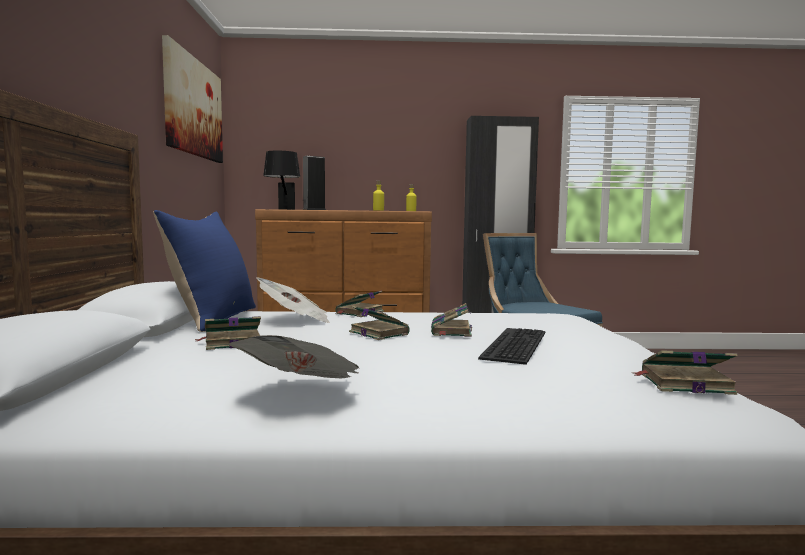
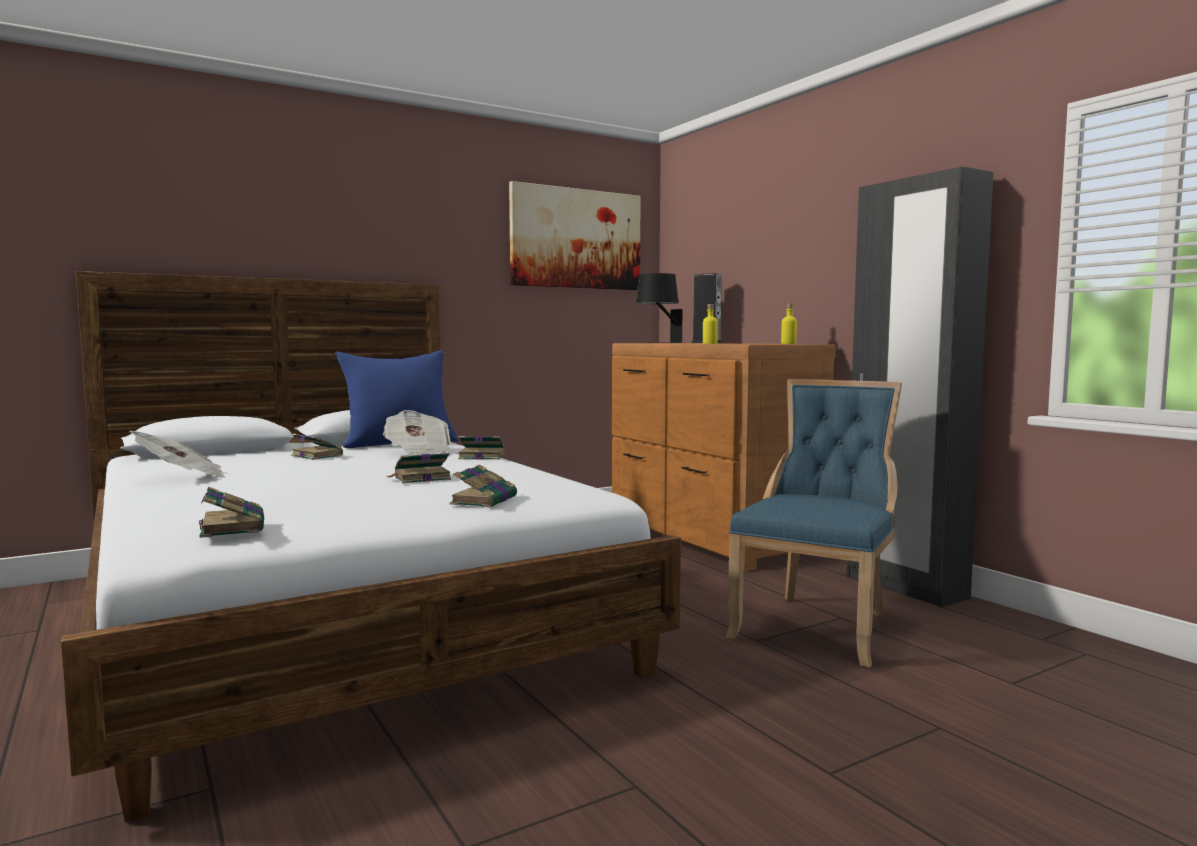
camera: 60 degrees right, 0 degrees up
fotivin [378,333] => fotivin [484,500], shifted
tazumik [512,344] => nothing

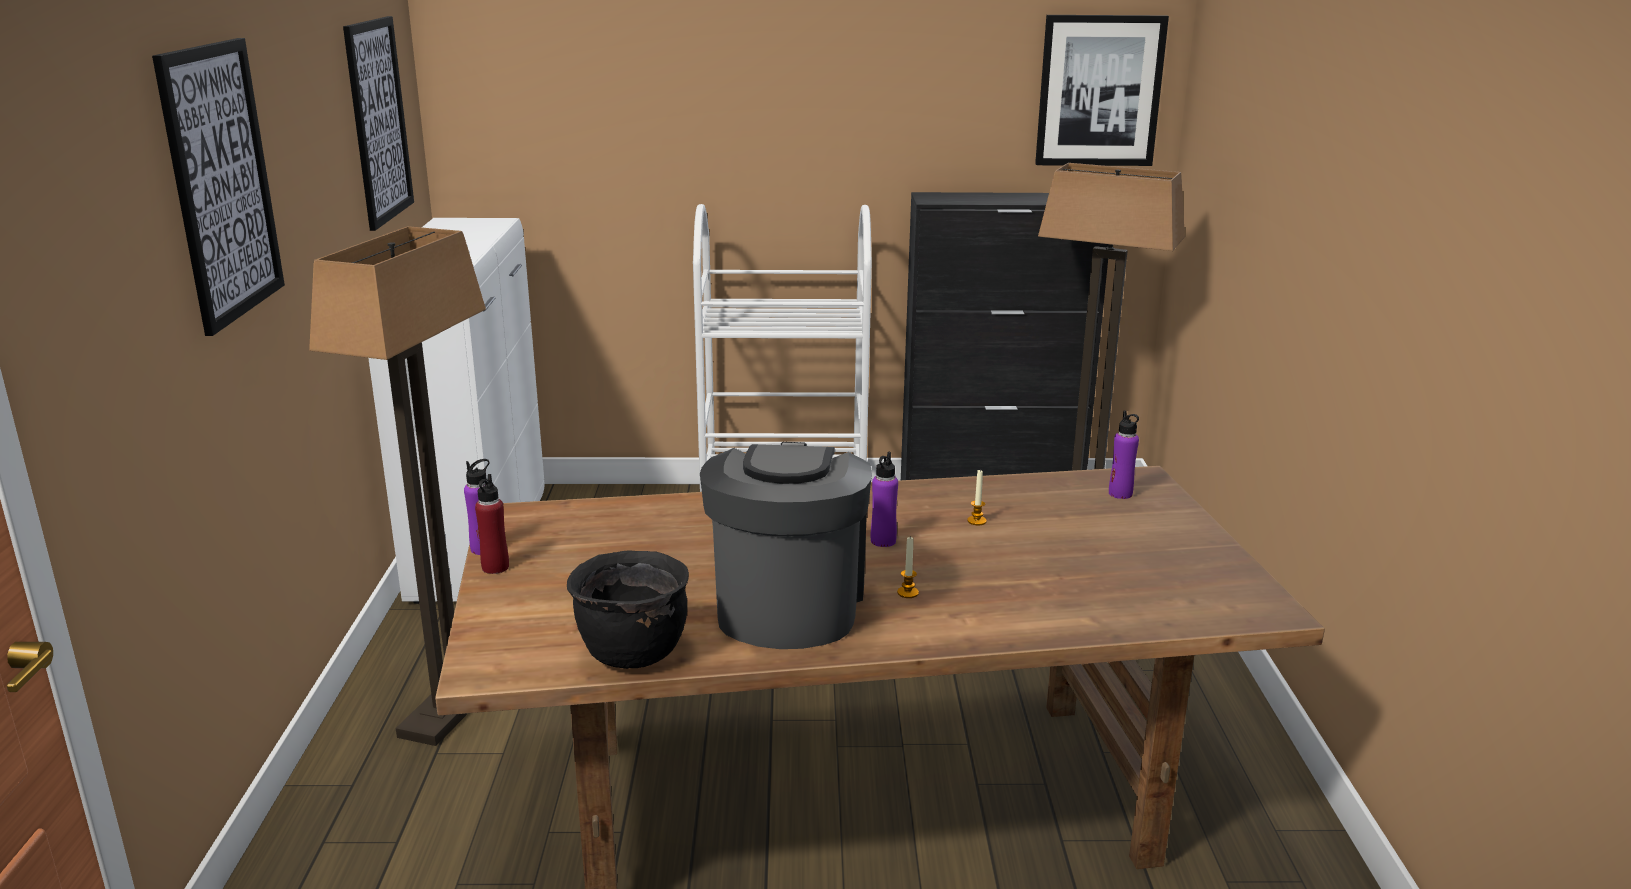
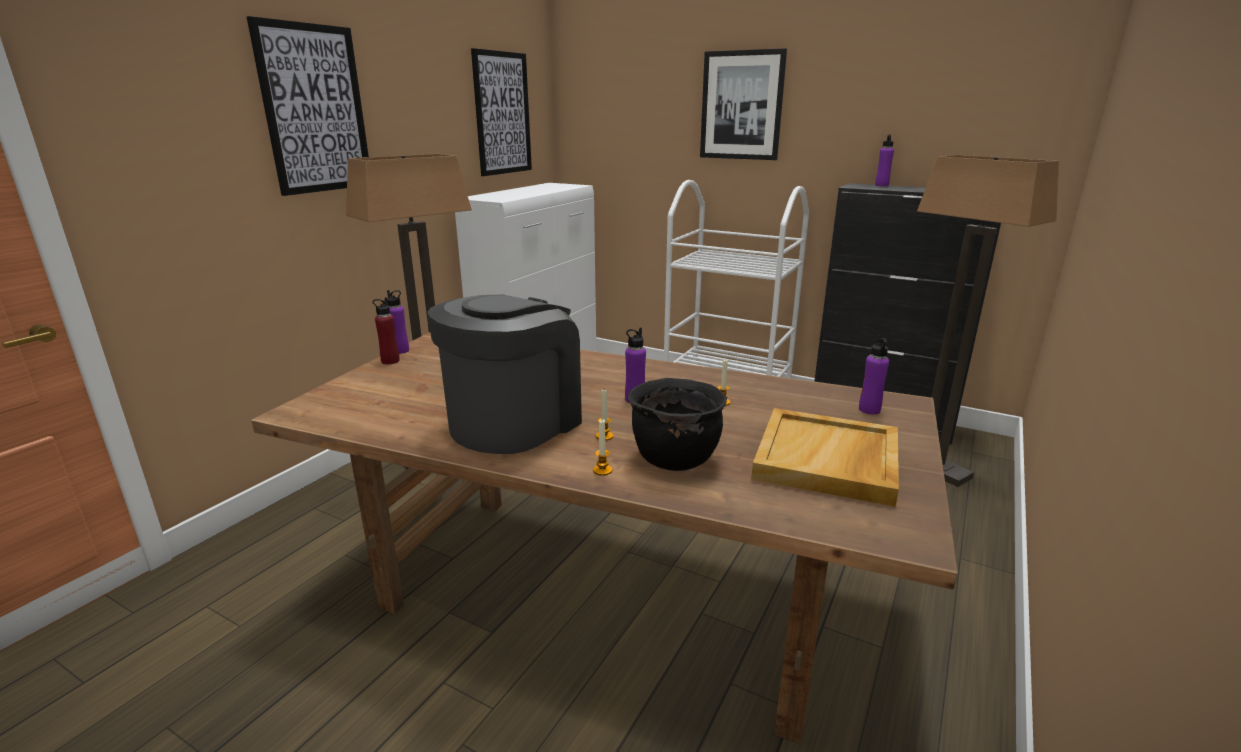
camera: 30 degrees right, 0 degrees up
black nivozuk [632,652] => black nivozuk [674,458], shifted
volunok [1099,91] => volunok [741,105], shifted
nothing => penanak [602,470]
nothing => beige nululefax [828,460]
nothing => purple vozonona [881,185]

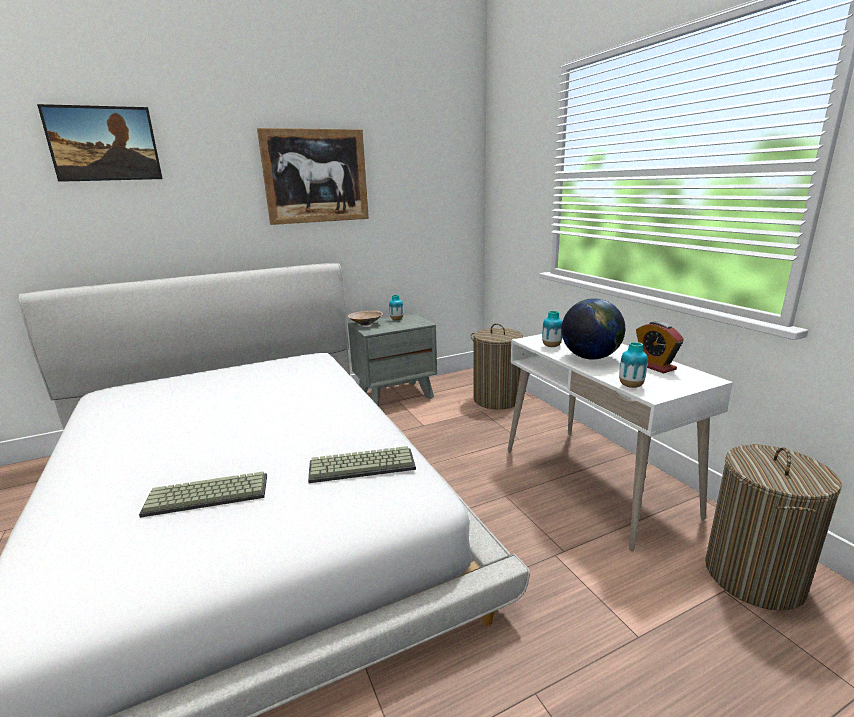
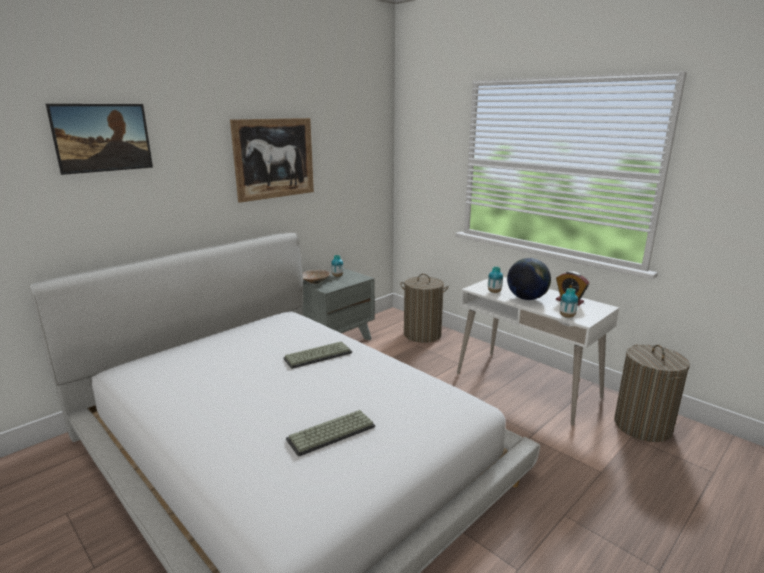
camera: 20 degrees left, 0 degrees up
tazumik [363,465] => tazumik [318,355], shifted

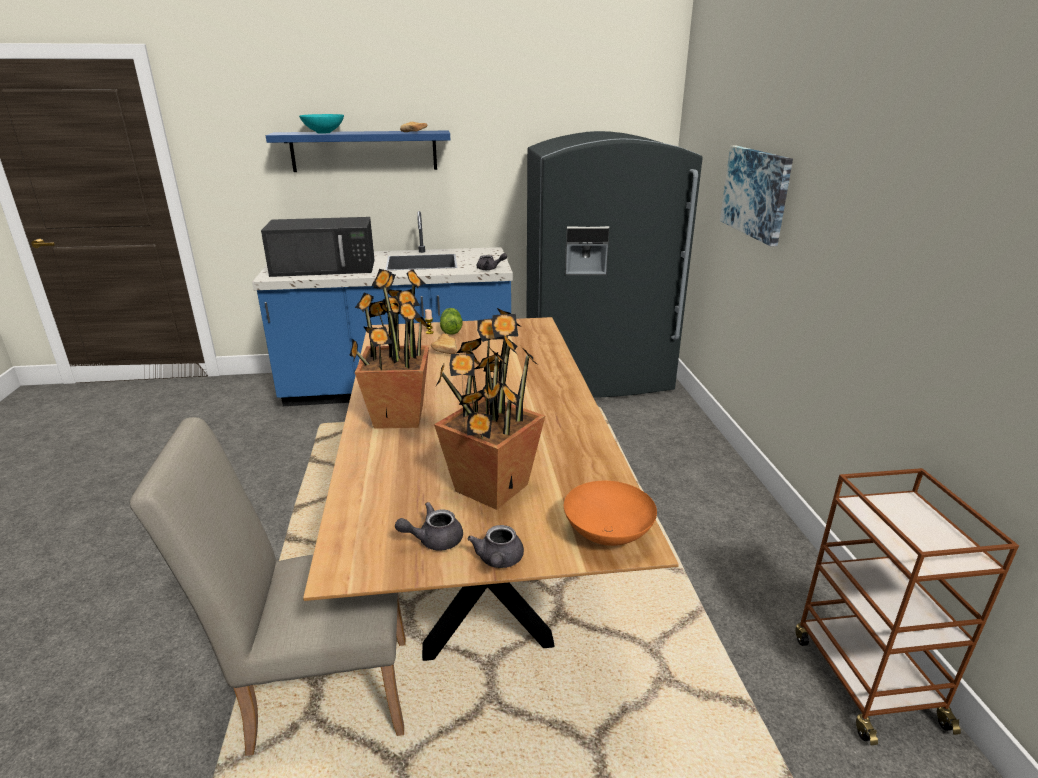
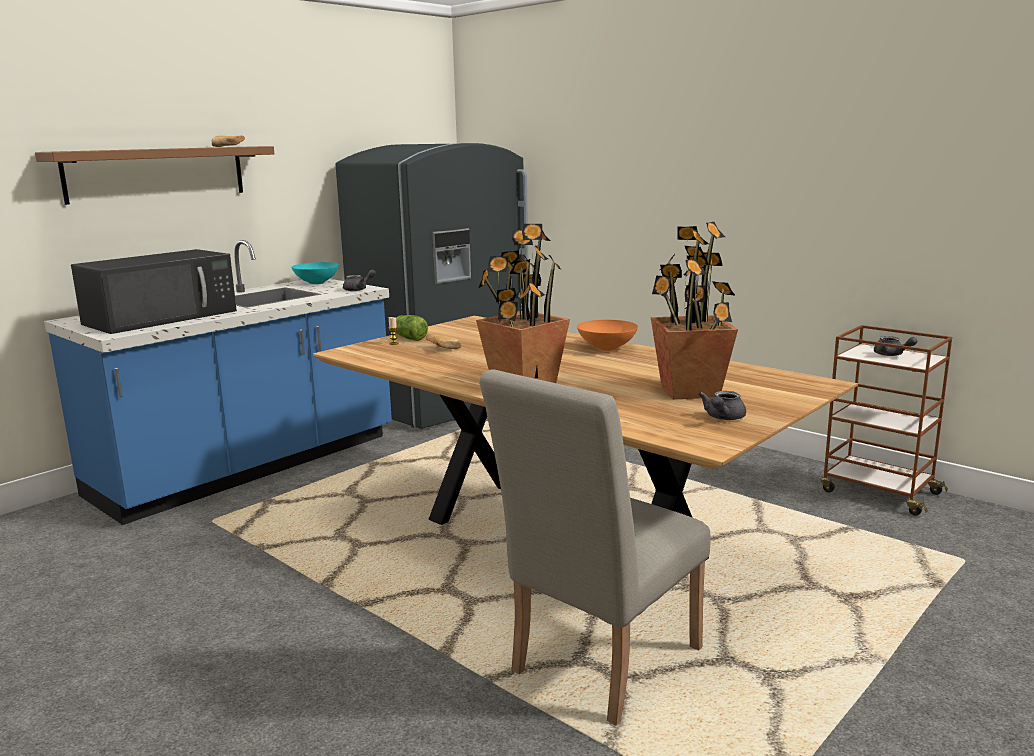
camera: 40 degrees left, 10 degrees down
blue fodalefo [364,151] => brown fodalefo [157,173]
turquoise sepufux [323,133] => turquoise sepufux [317,283], shifted
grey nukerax [498,561] => grey nukerax [891,355], shifted
orange sepufux [606,534] => orange sepufux [606,348], shifted
volunok [756,193] => nothing

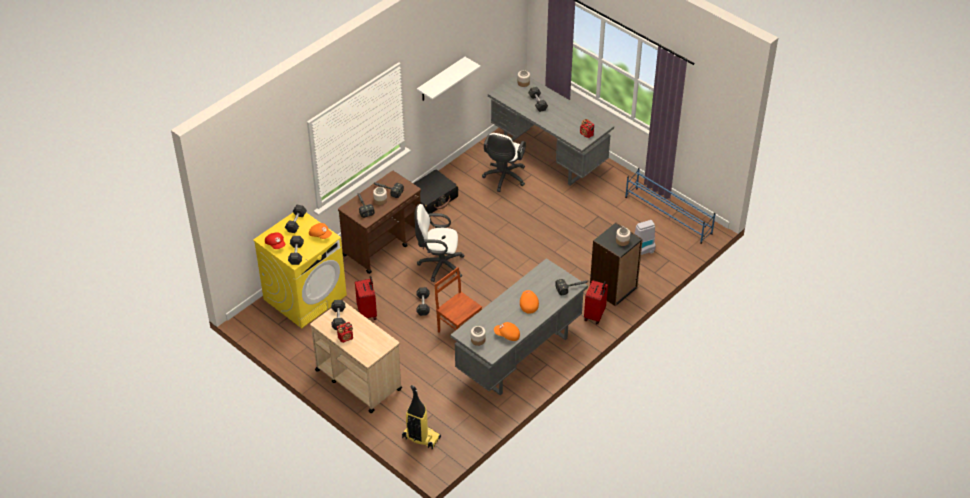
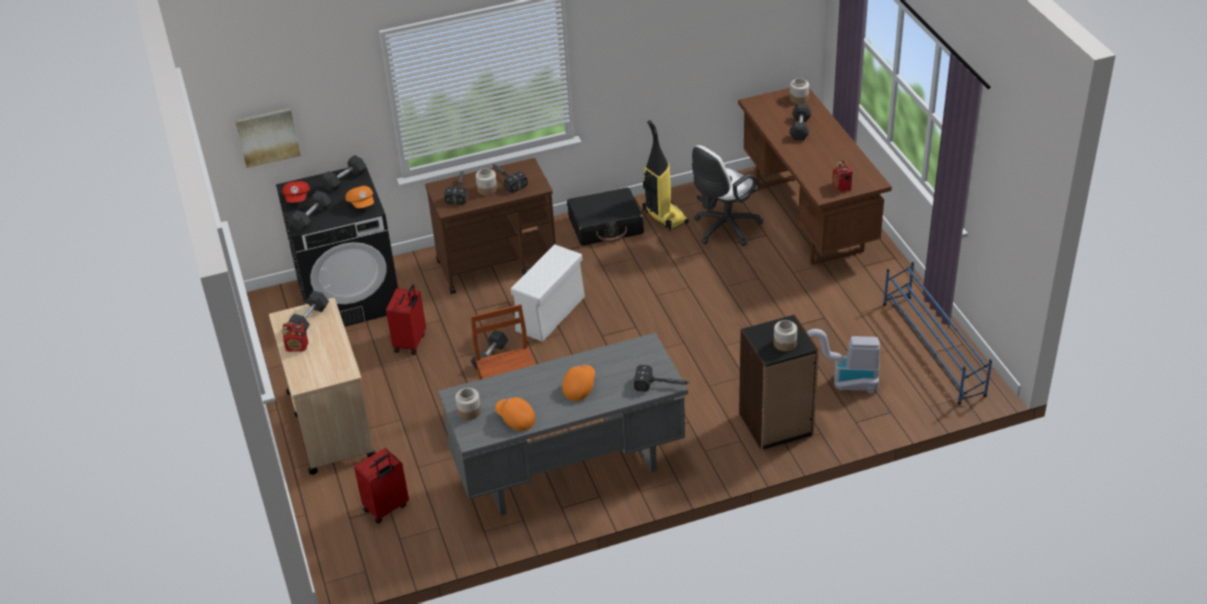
camera: 30 degrees right, 5 degrees down
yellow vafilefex [305,297] => black vafilefex [350,297]
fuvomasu [420,438] => fuvomasu [664,217], shifted
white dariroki [439,265] => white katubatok [551,313]
white fodalefo [441,80] => nothing
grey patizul [549,156] => brown patizul [809,218]
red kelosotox [595,315] => red kelosotox [386,508], shifted
nothing => volunok [267,136]

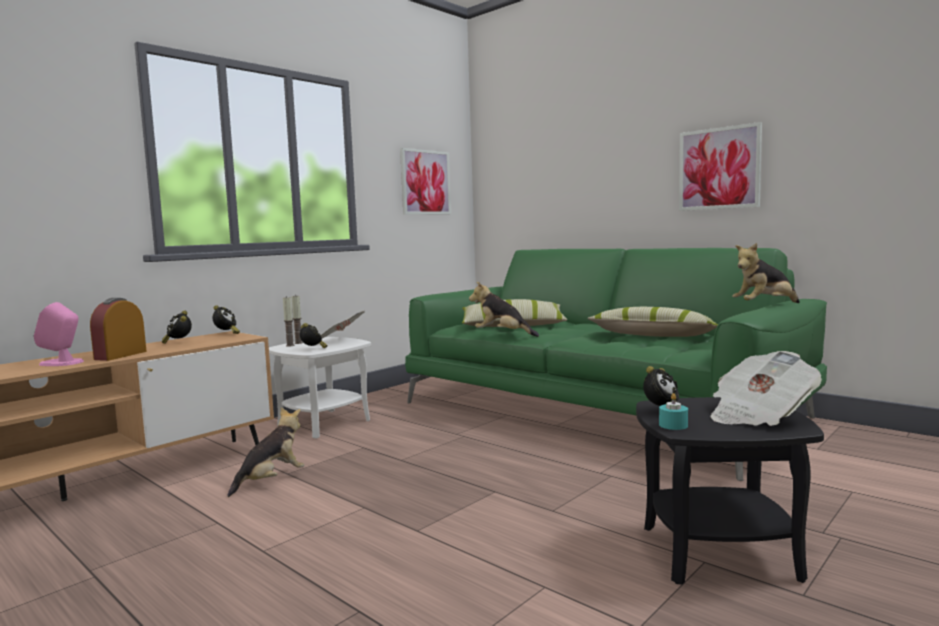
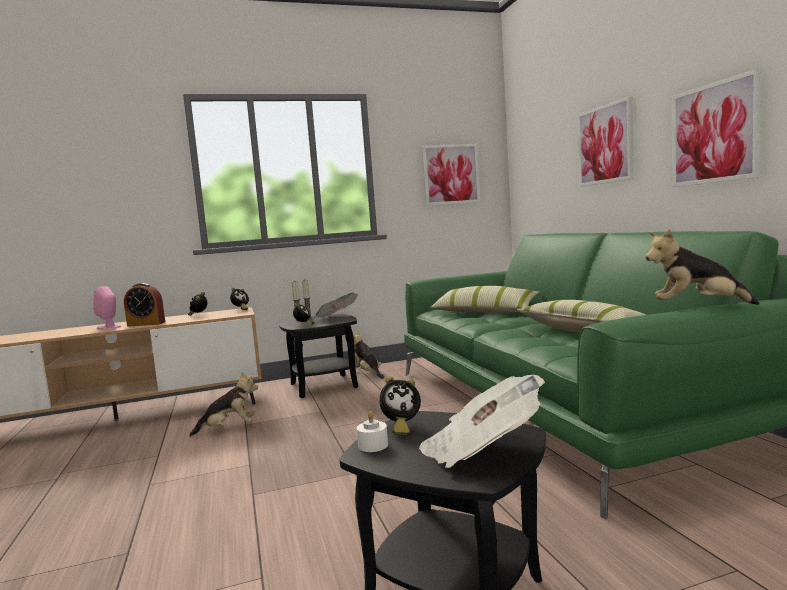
camera: 30 degrees right, 0 degrees up
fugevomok [120,355] => fugevomok [146,324], 135 degrees counterclockwise
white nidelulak [324,423] => black nidelulak [324,386]
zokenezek [502,335] => zokenezek [367,373], shifted
turquoise penanak [673,425] => white penanak [373,445]
nothing => volunok [605,144]

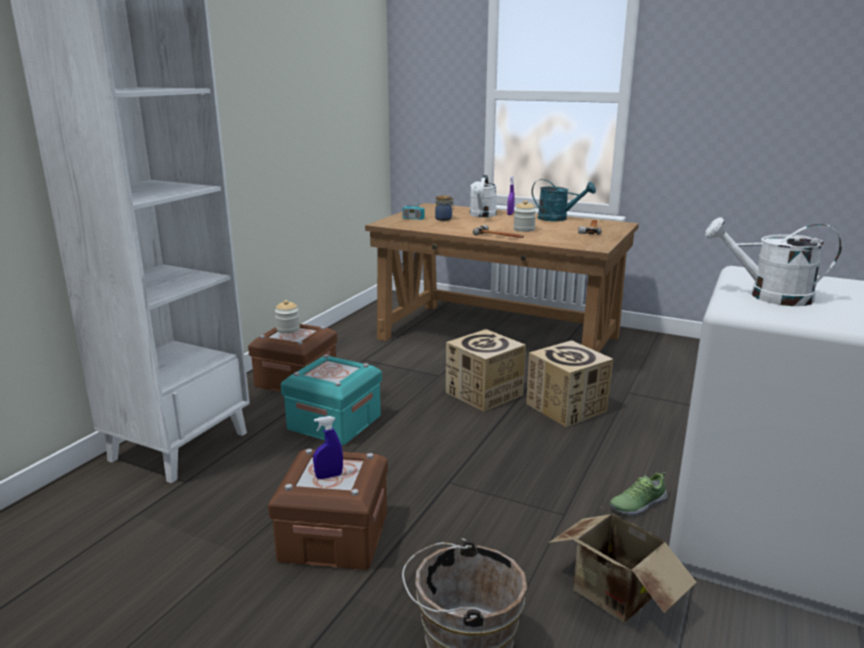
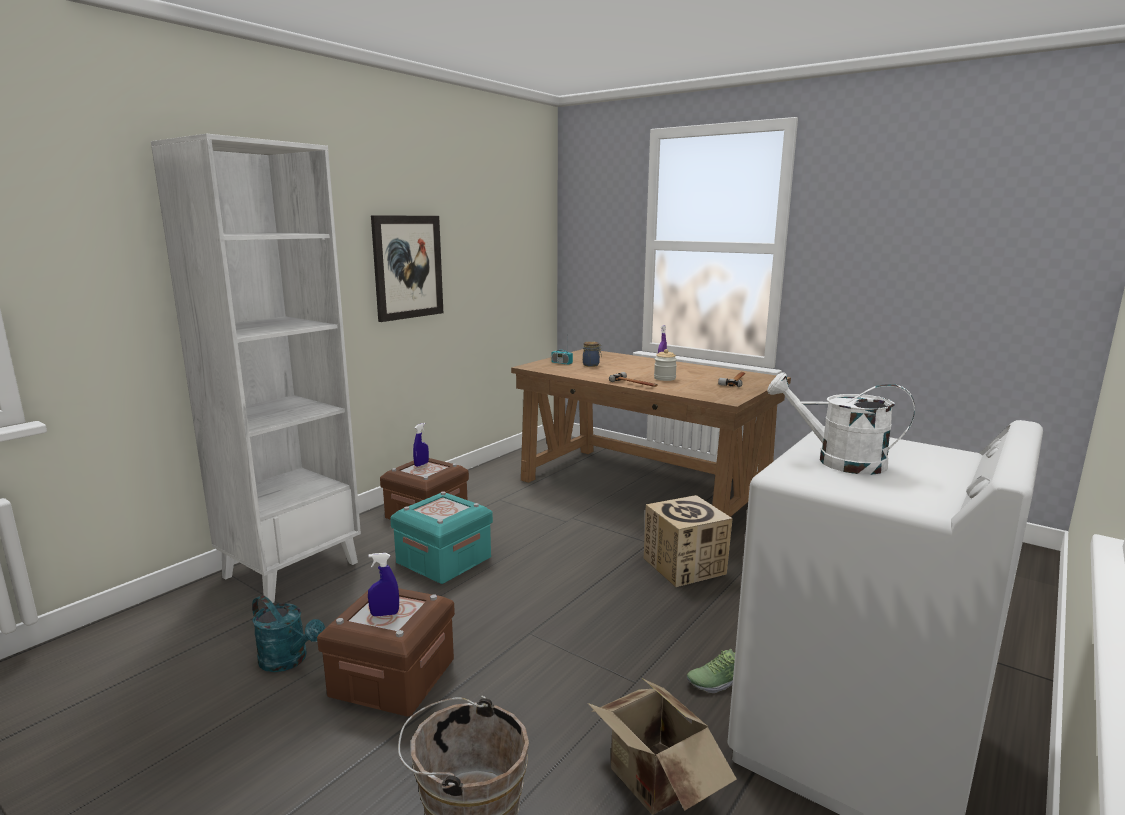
camera: 10 degrees right, 5 degrees down
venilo [288,329] => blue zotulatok [421,464]
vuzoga [484,394] => nothing
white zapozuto [482,215] => nothing
turquoise zapozuto [558,219] => turquoise zapozuto [289,661], shifted
nothing => volunok [407,267]

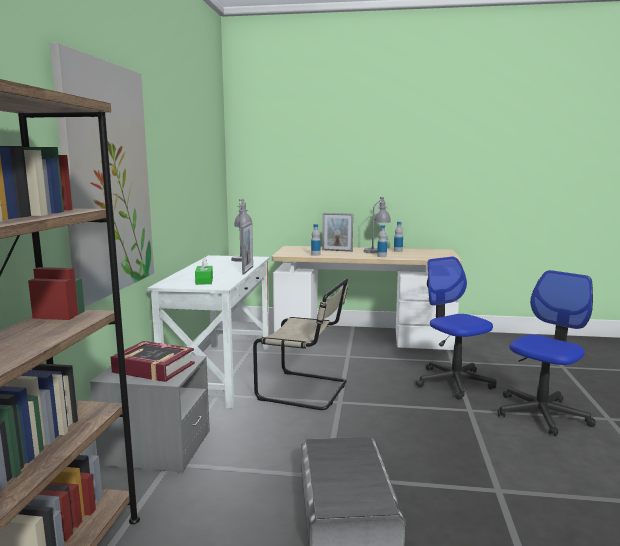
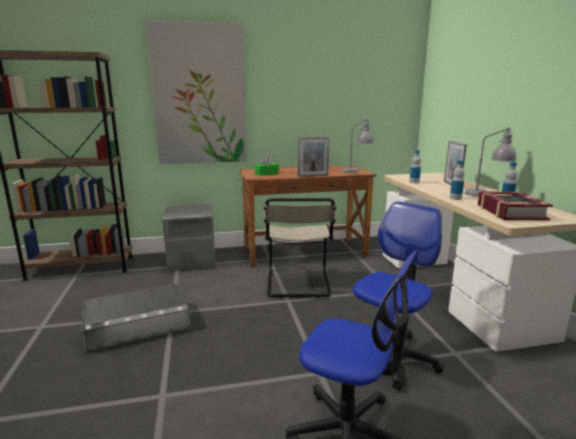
camera: 70 degrees right, 5 degrees up
fotivin [153,368] => fotivin [510,212], shifted
white patizul [220,372] => brown patizul [304,251]

